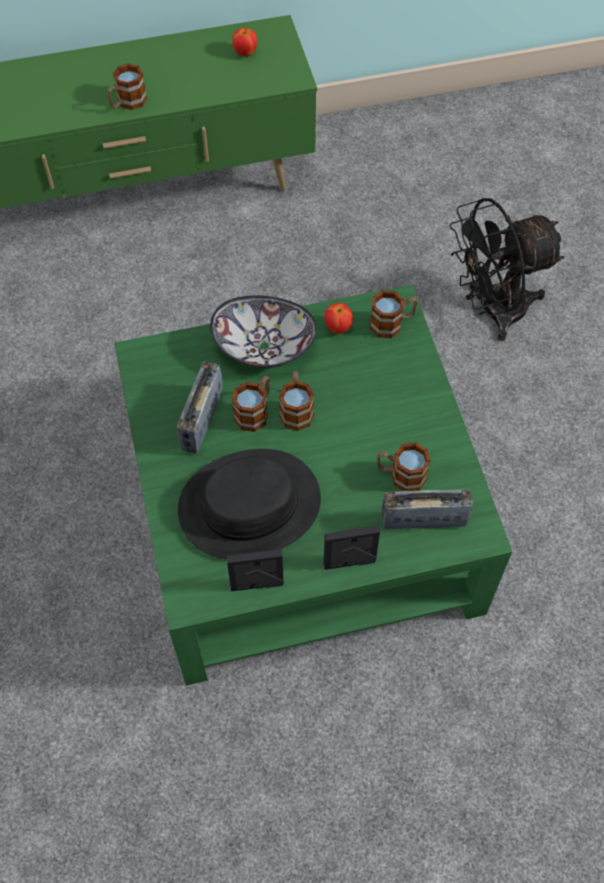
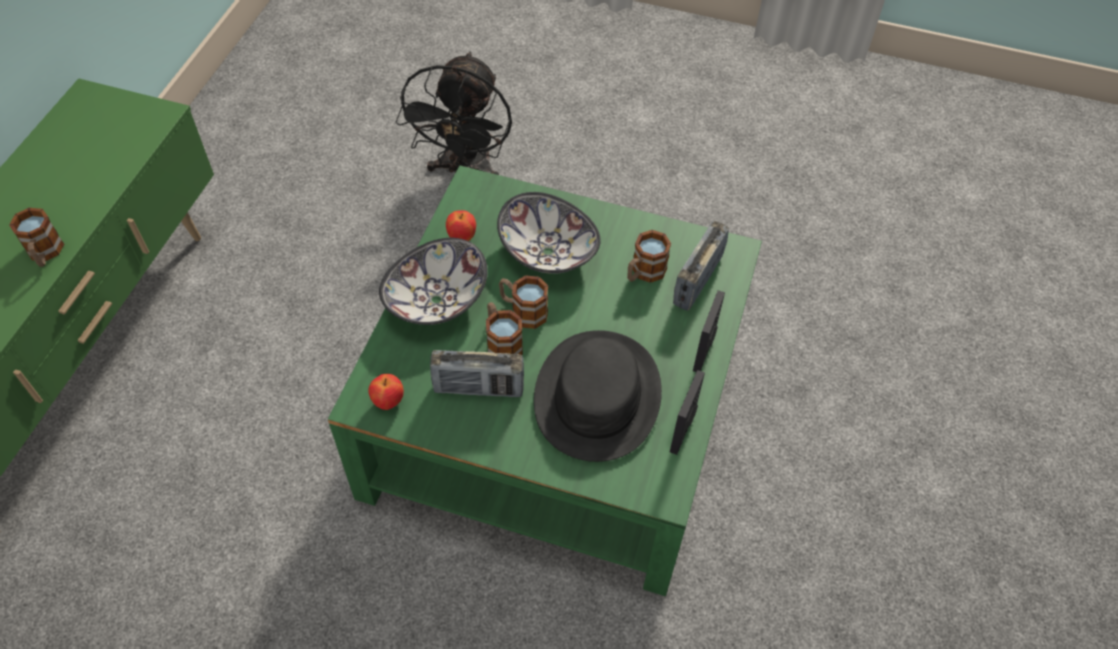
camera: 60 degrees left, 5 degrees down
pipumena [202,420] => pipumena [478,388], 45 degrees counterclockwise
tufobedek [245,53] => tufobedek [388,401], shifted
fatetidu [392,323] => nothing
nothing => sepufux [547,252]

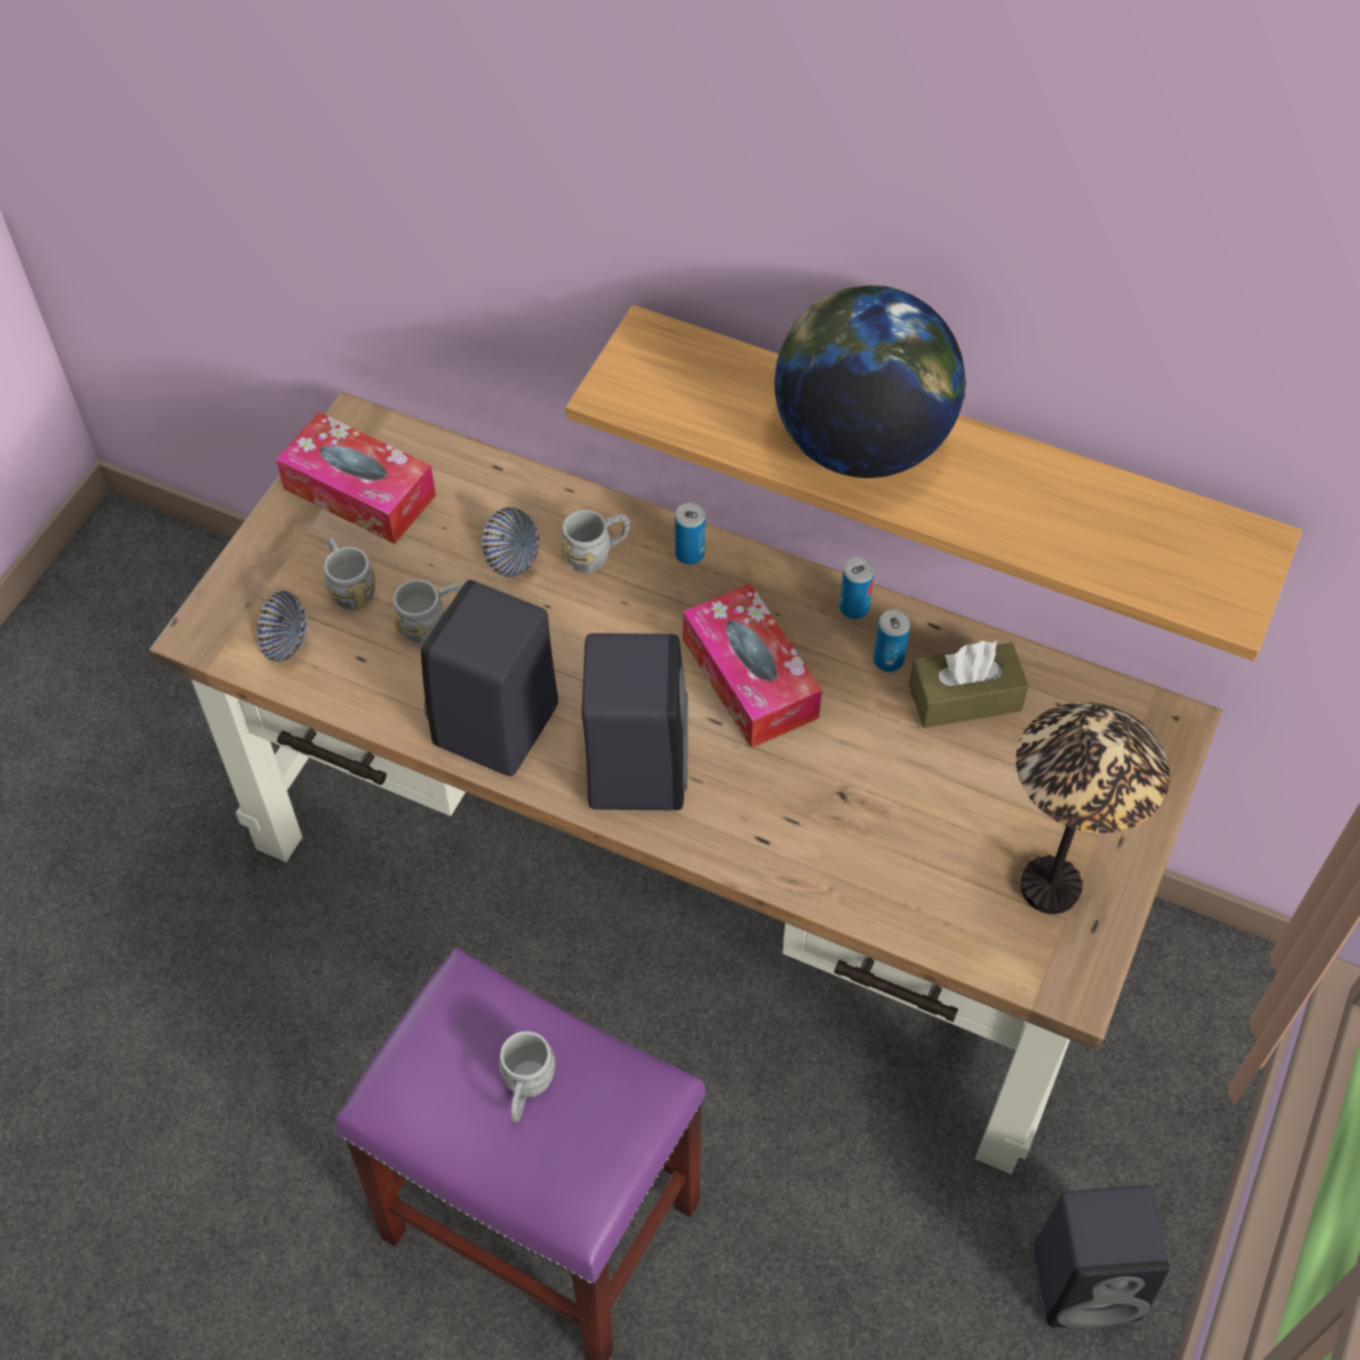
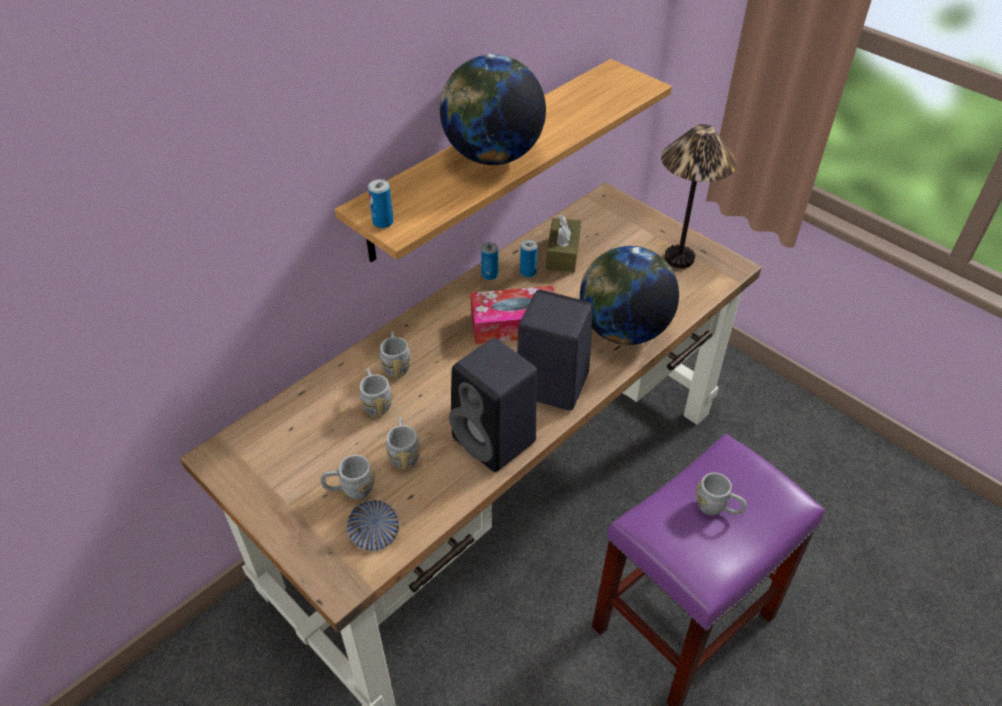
camera: 70 degrees left, 10 degrees down
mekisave [359,492] => nothing
sepufux [512,558] => grey fatetidu [375,402]
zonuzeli [689,554] => zonuzeli [383,222], shifted
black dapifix [1089,1280] => nothing
nothing => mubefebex [623,330]

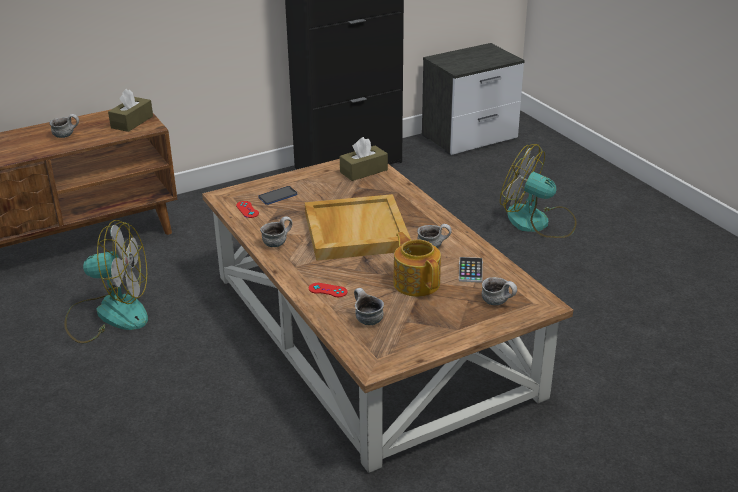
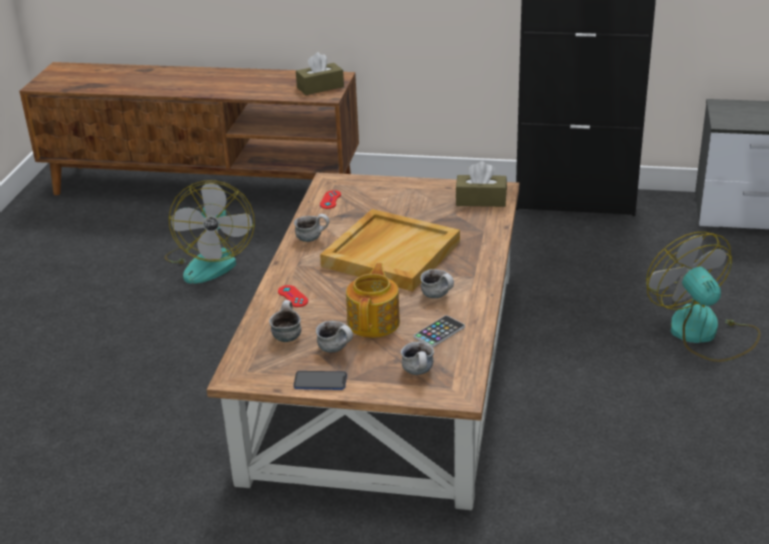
camera: 40 degrees right, 0 degrees up
fatetidu [67,135] => fatetidu [337,349], shifted
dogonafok [109,314] => dogonafok [210,261], 45 degrees clockwise
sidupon [278,196] => sidupon [320,382], shifted

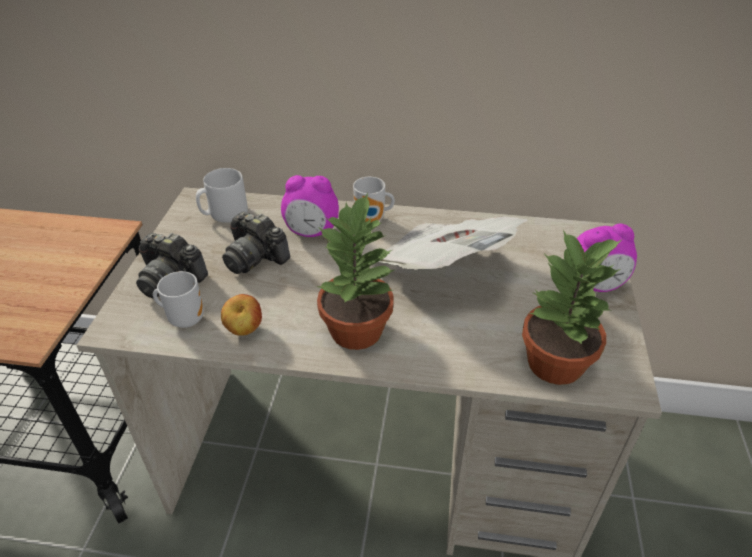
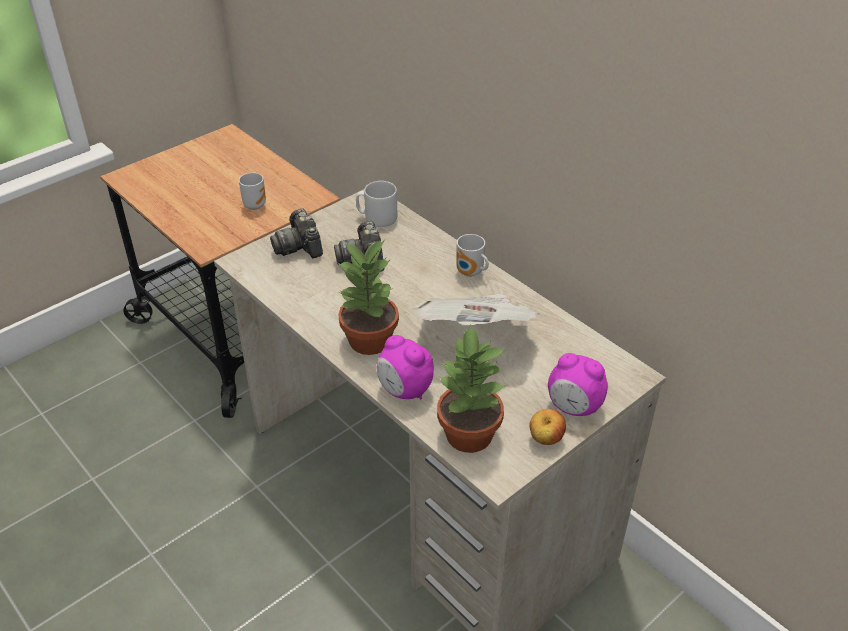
camera: 40 degrees right, 0 degrees up
fatetidu [185,319] => fatetidu [254,205], shifted
tufobedek [244,330] => tufobedek [545,439], shifted
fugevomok [312,232] => fugevomok [404,390], shifted

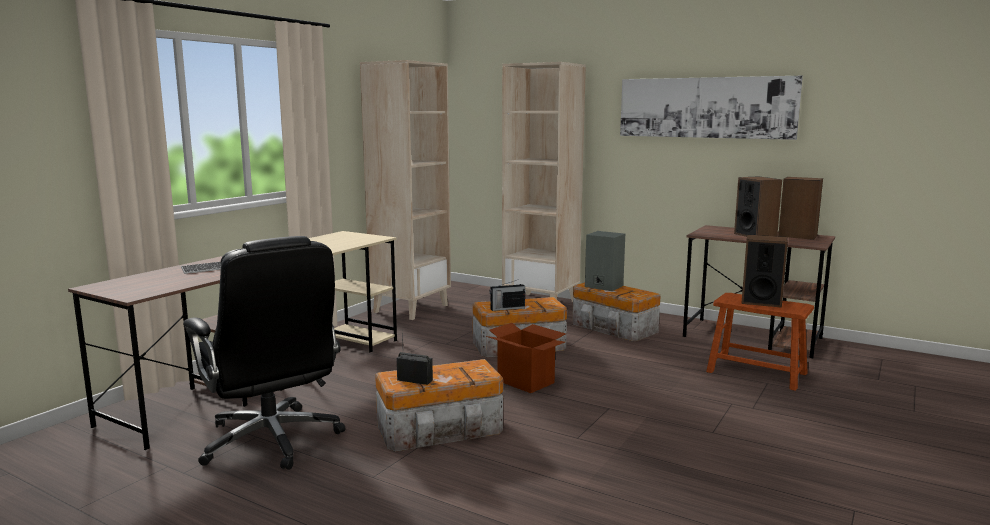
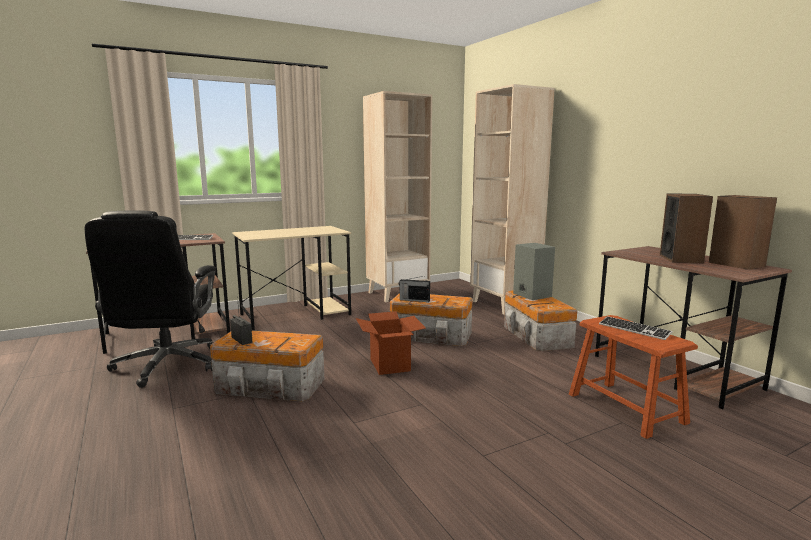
camera: 30 degrees right, 0 degrees up
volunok [705,107] => nothing
dapifix [761,301] => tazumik [634,329]

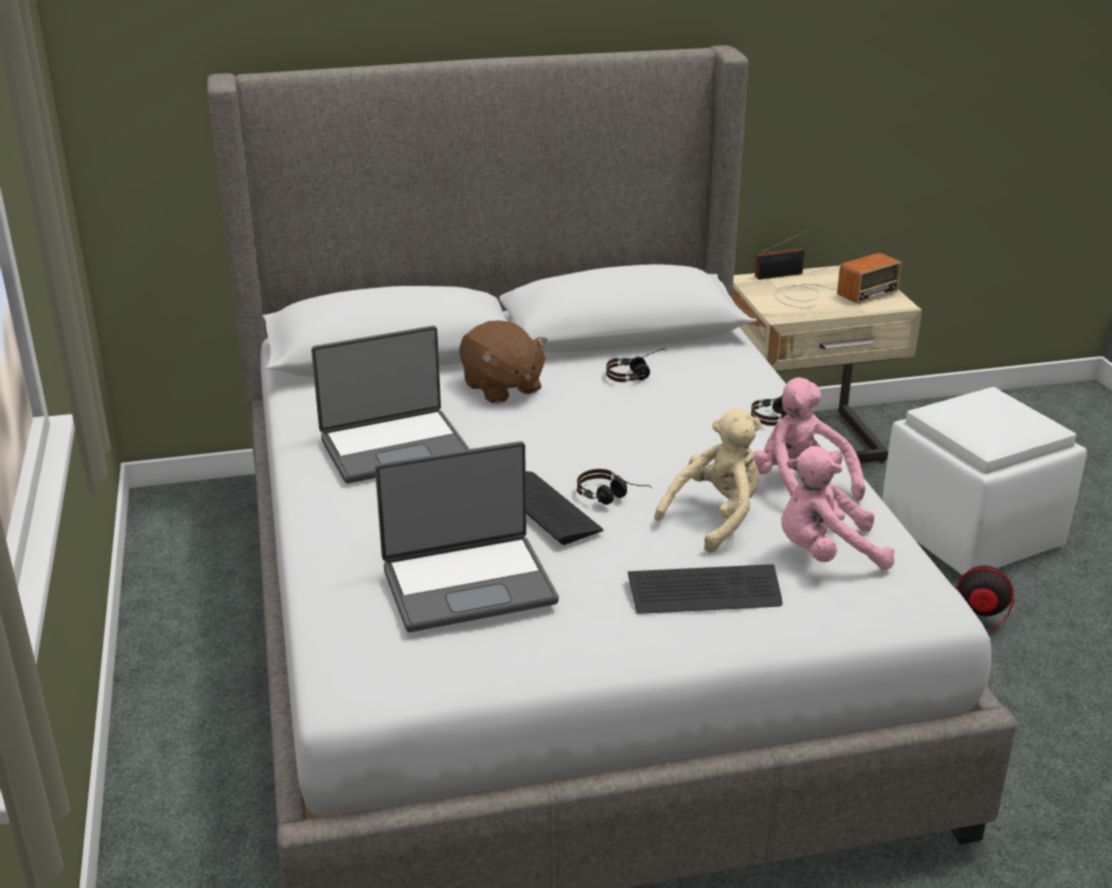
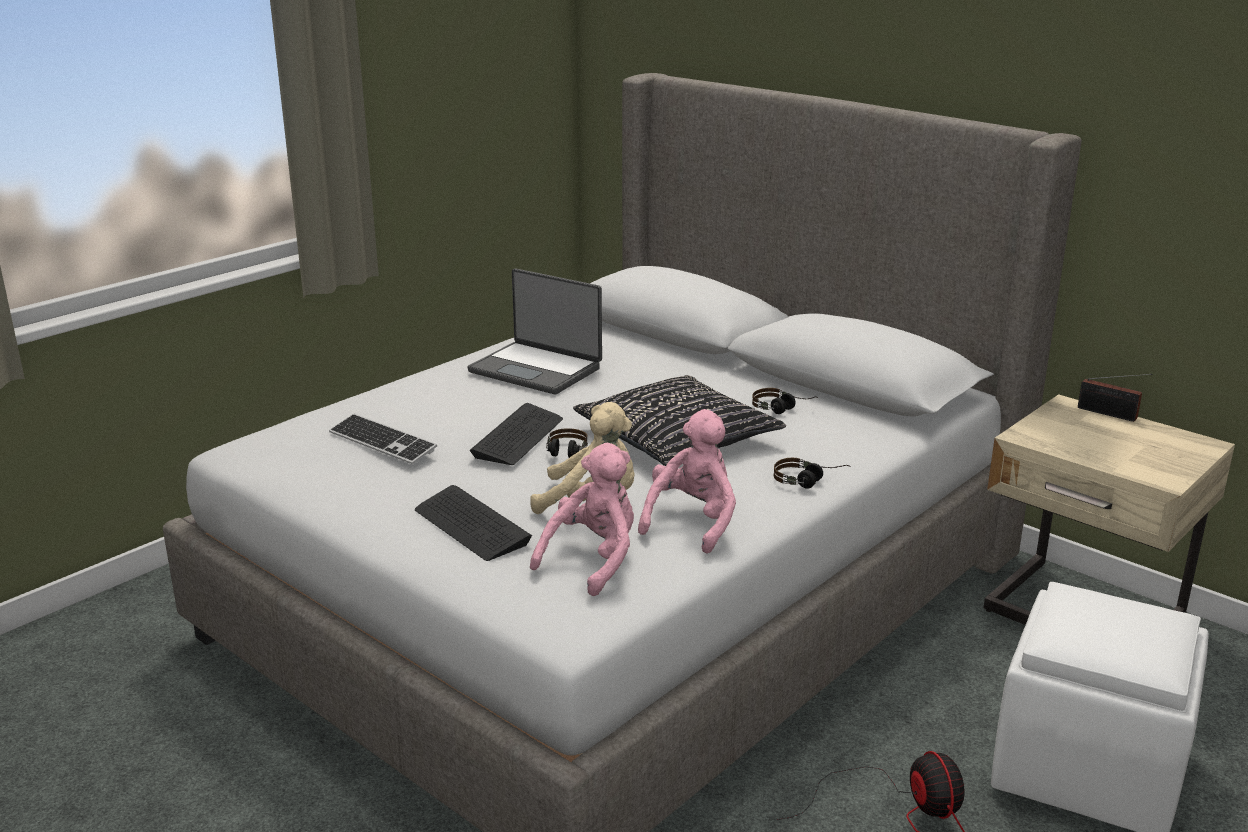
camera: 55 degrees right, 5 degrees down
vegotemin [468,583] => tazumik [382,442]
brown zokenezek [502,388] => nothing
pipumena [830,294] => nothing
pink zokenezek [826,554] => pink zokenezek [593,560], 75 degrees clockwise
nothing => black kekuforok [677,438]

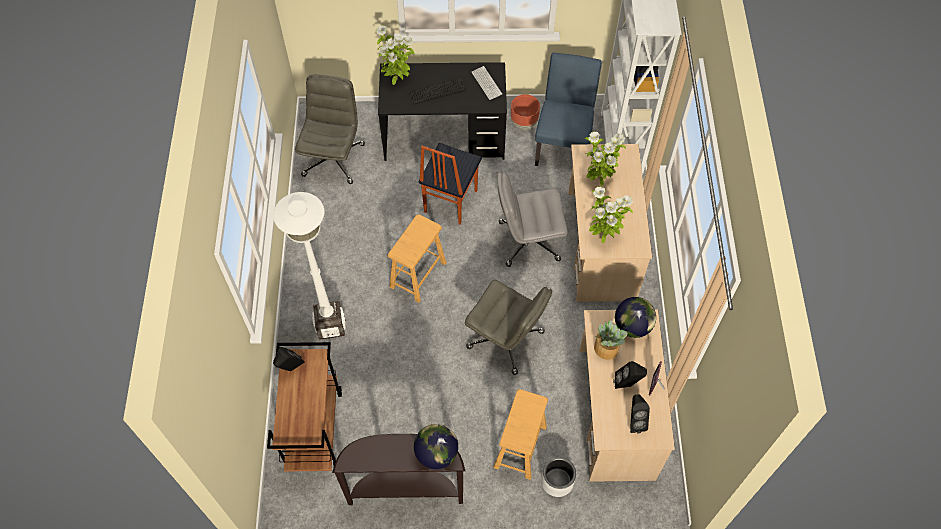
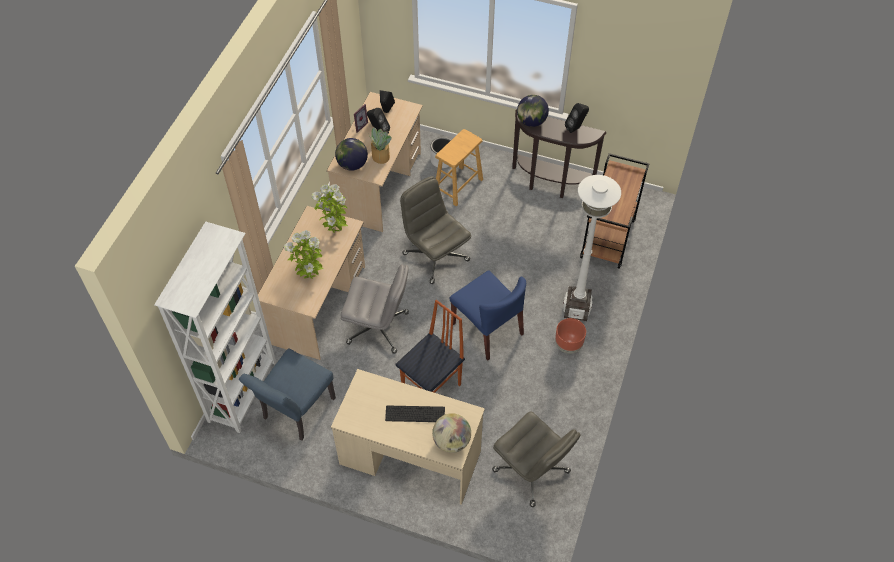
camera: 160 degrees left, 5 degrees down
black dapifix [290,368] => black dapifix [576,128], shifted
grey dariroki [333,159] => grey dariroki [532,471], 75 degrees counterclockwise
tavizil [396,80] => mubefebex [451,441]
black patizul [444,138] => beige patizul [410,457]
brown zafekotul [418,275] => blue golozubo [488,329]
tazumik [486,83] => nothing
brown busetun [524,123] => brown busetun [568,346], shifted

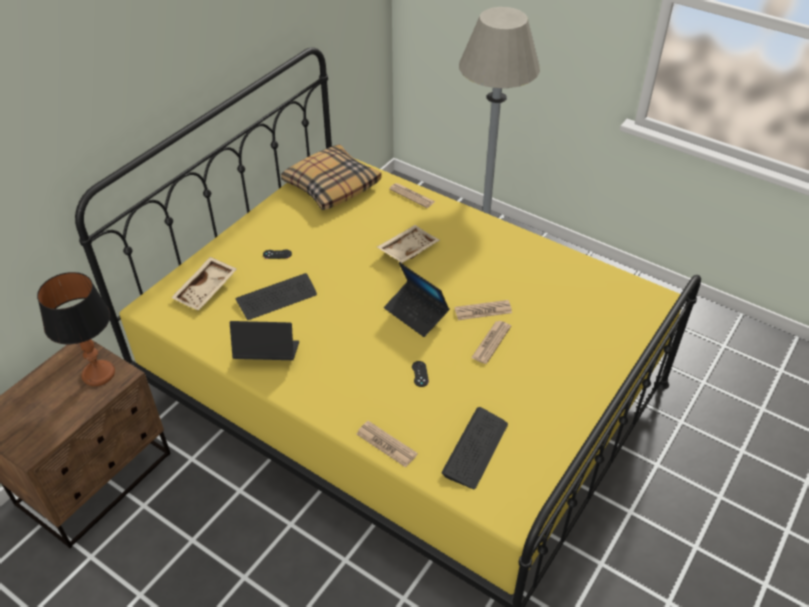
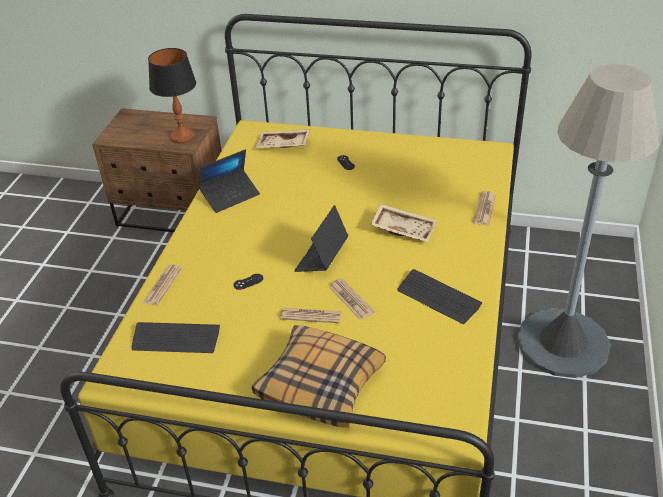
camera: 70 degrees right, 5 degrees down
vegotemin [267,354] => vegotemin [230,196], 75 degrees clockwise
tazumik [277,298] => tazumik [438,298], shifted
kekuforok [331,185] => kekuforok [321,384], shifted

